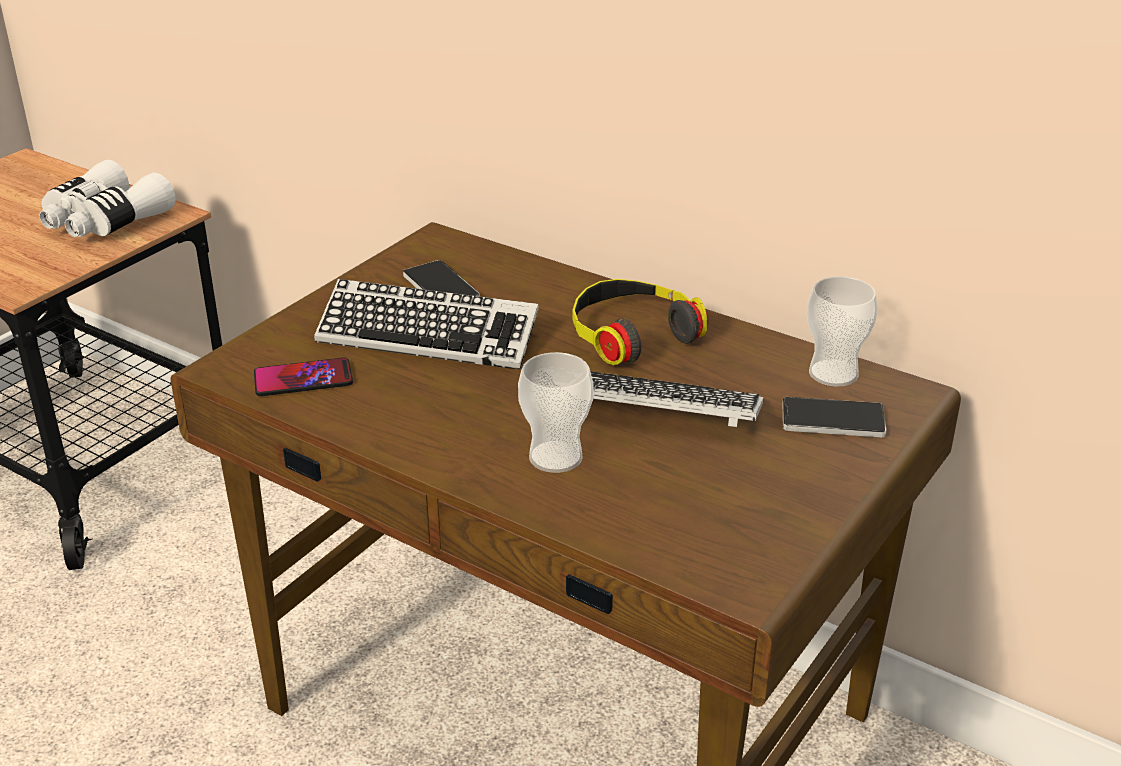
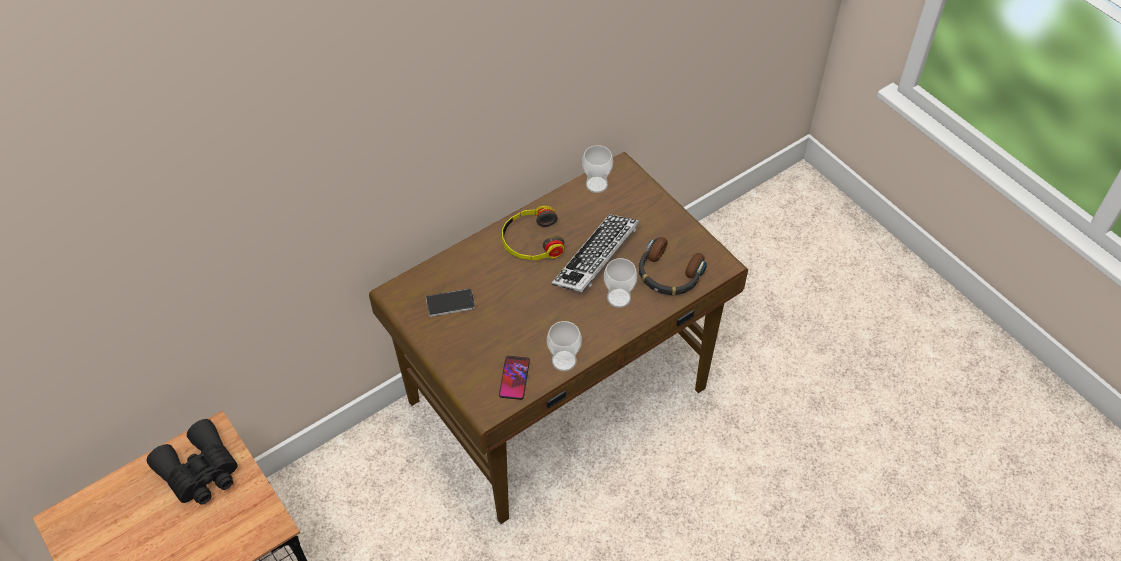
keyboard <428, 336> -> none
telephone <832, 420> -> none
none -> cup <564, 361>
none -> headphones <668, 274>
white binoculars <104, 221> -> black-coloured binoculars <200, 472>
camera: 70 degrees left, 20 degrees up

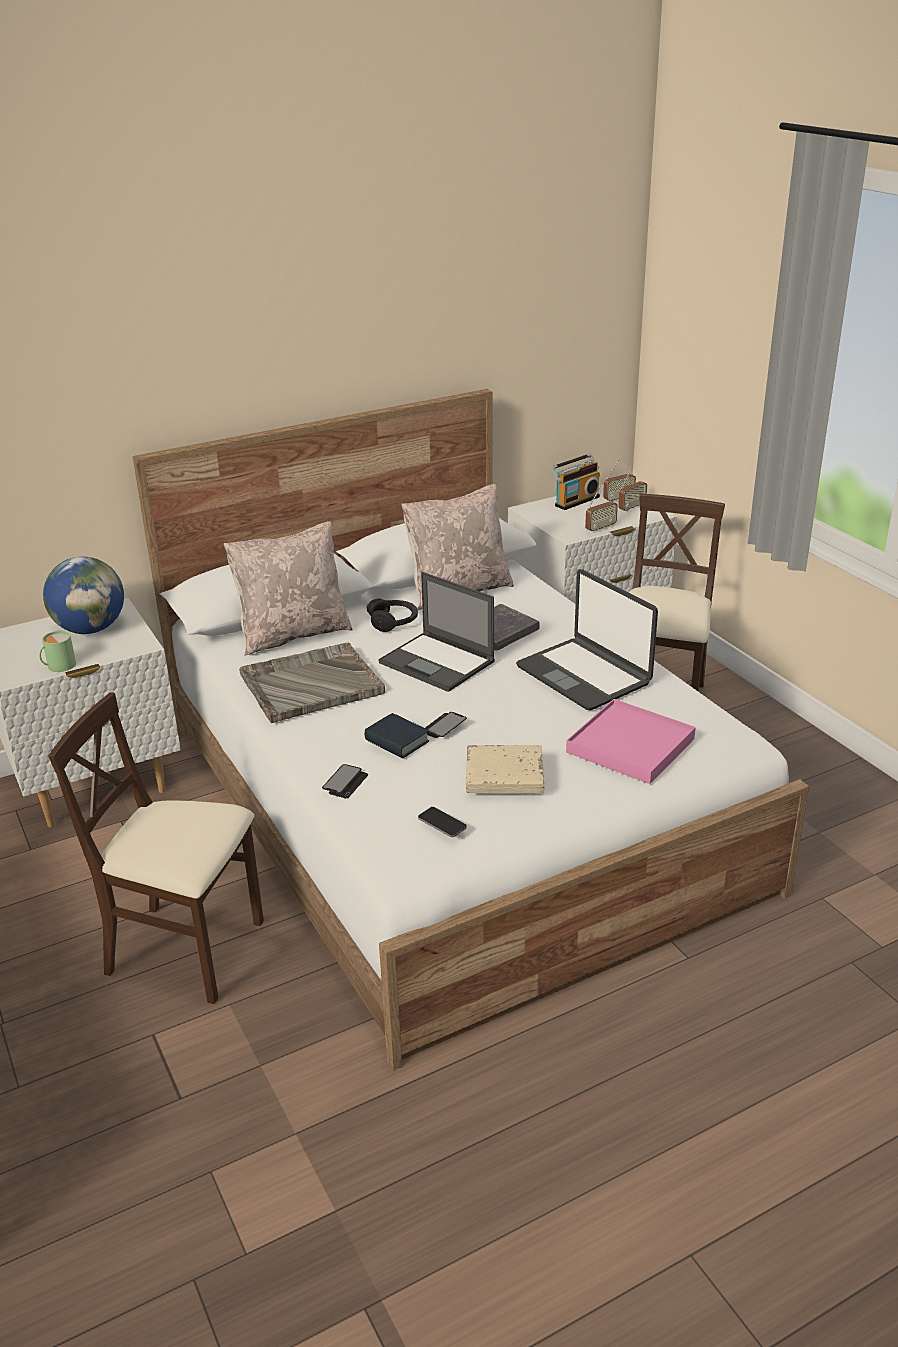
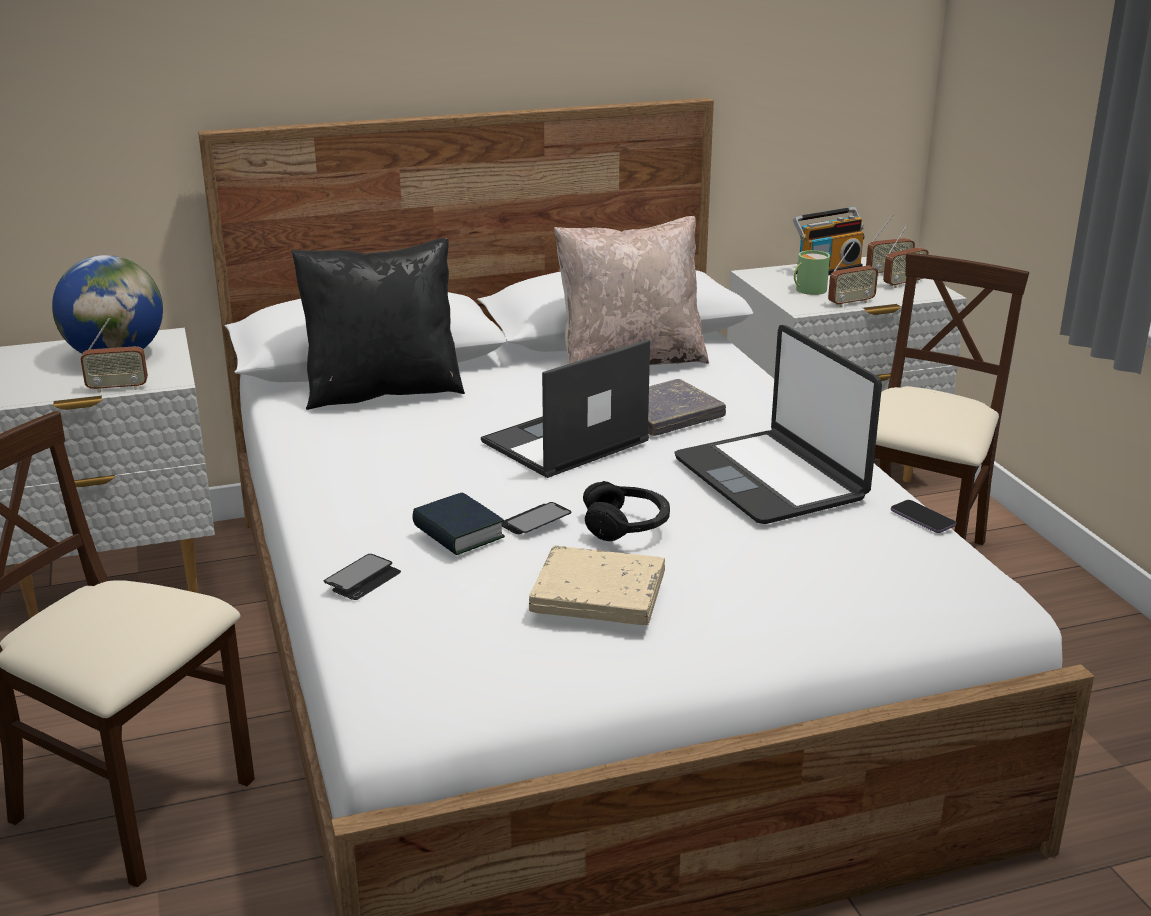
gray carrying tray <310, 685> -> none
pinkish carrying tray <631, 745> -> none
none -> radio receiver <117, 388>
green tea mug <58, 666> -> green tea mug <808, 290>, relocated
black-coloured headphones <393, 622> -> black-coloured headphones <626, 525>, relocated
telephone <442, 823> -> telephone <922, 518>, relocated
sand-coloured cushion <293, 634> -> black-coloured cushion <383, 391>
notebook computer <438, 662> -> notebook computer <564, 442>, 90 degrees clockwise
camera: 10 degrees right, 5 degrees down

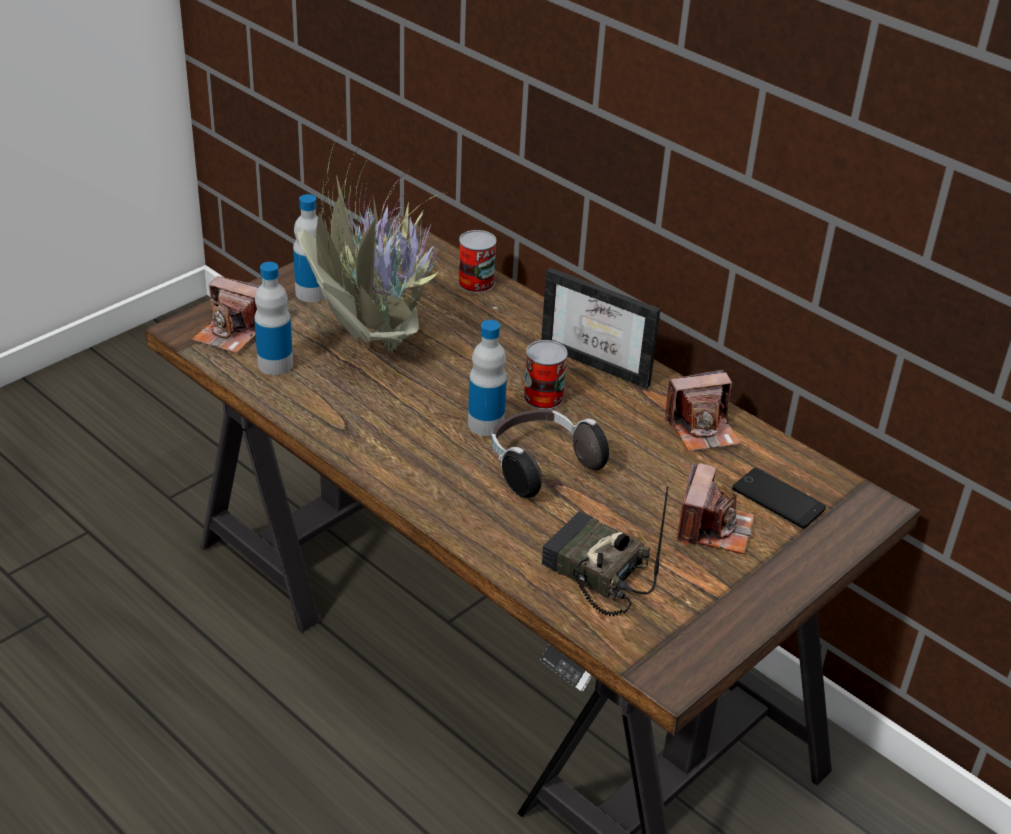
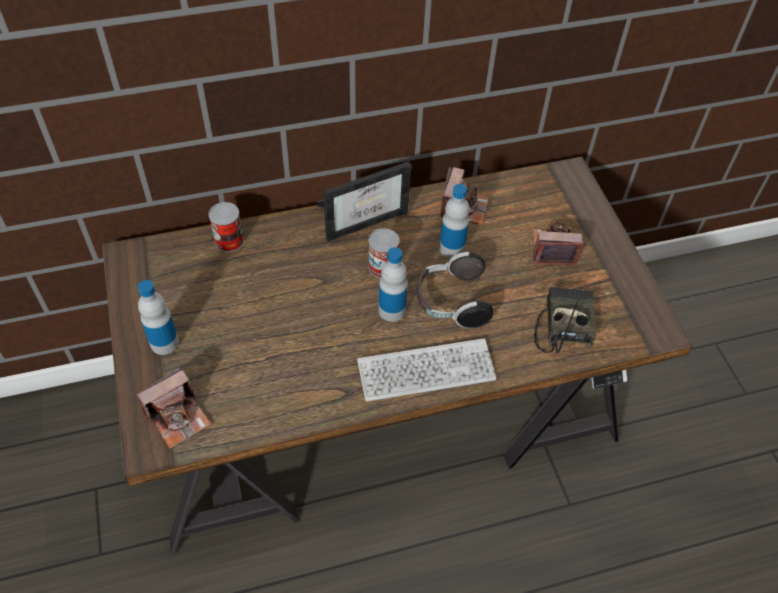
potted plant <376, 343> -> none
telephone <778, 499> -> none
none -> keyboard <426, 371>
bottle <275, 364> -> bottle <452, 248>, relocated
radio receiver <593, 573> -> radio receiver <563, 324>, 120 degrees clockwise
still camera <713, 528> -> still camera <552, 249>, 45 degrees counterclockwise
camera: 60 degrees left, 15 degrees up

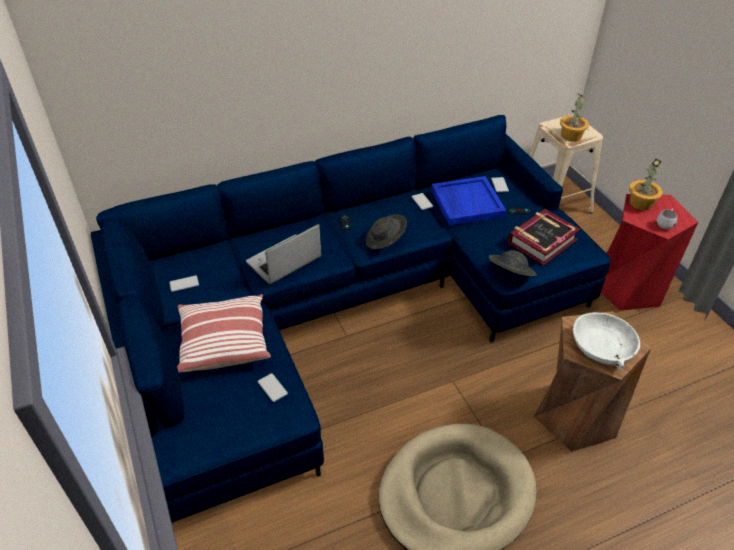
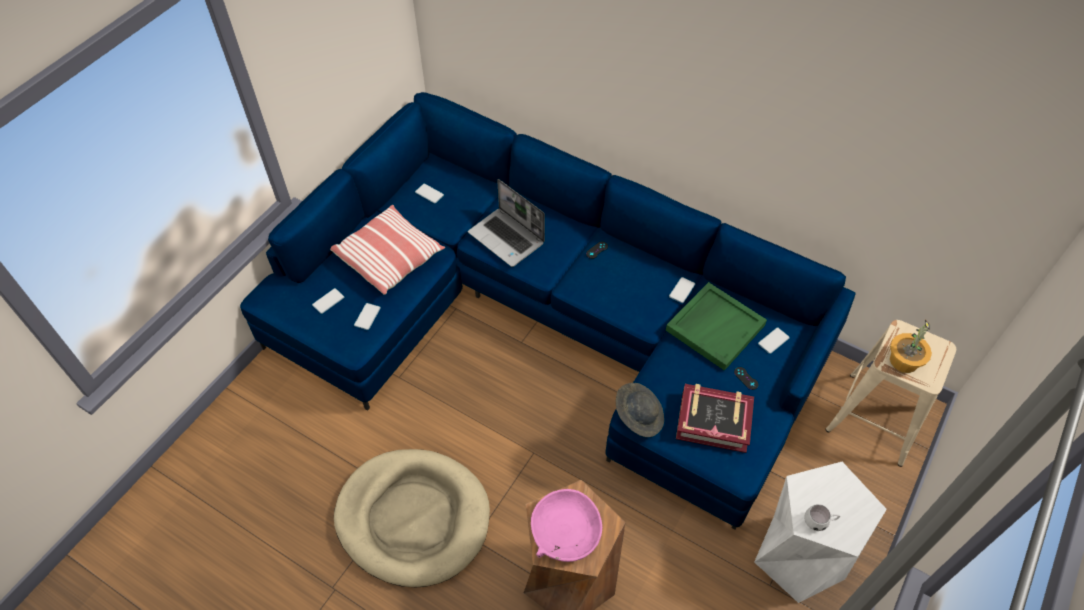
gray clothing hat <385, 240> -> none
potted plant <641, 203> -> none
none -> telephone <328, 301>
blue carrying tray <466, 203> -> green carrying tray <715, 327>
white deep dish <603, 346> -> pinkish deep dish <565, 531>
reddish stool <628, 288> -> white stool <799, 557>
notebook computer <283, 261> -> notebook computer <507, 238>, 150 degrees counterclockwise
camera: 55 degrees right, 10 degrees up

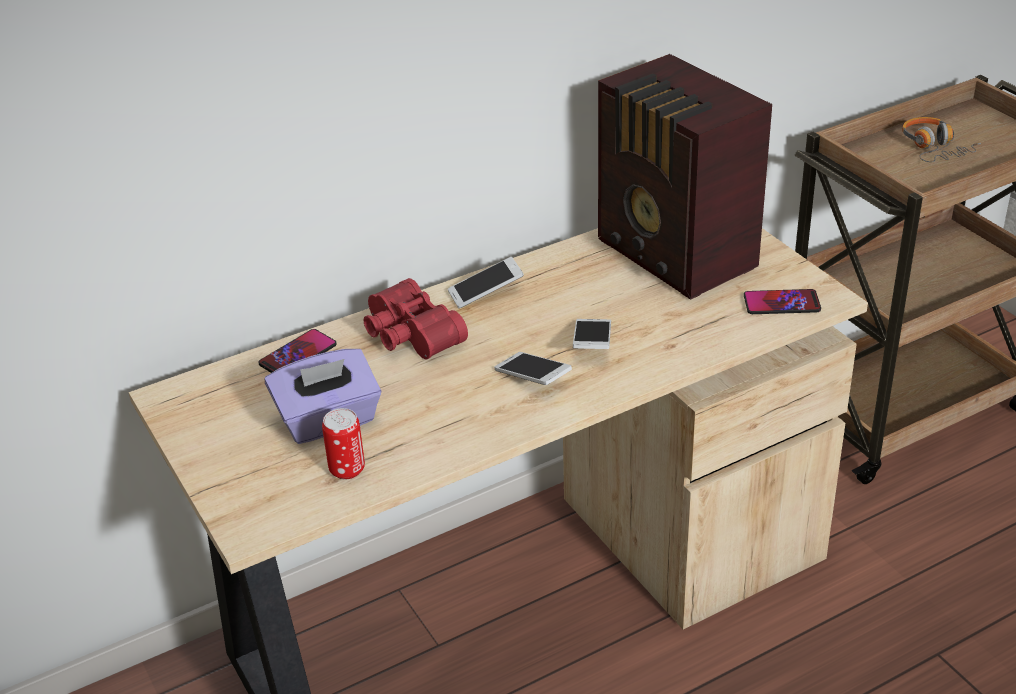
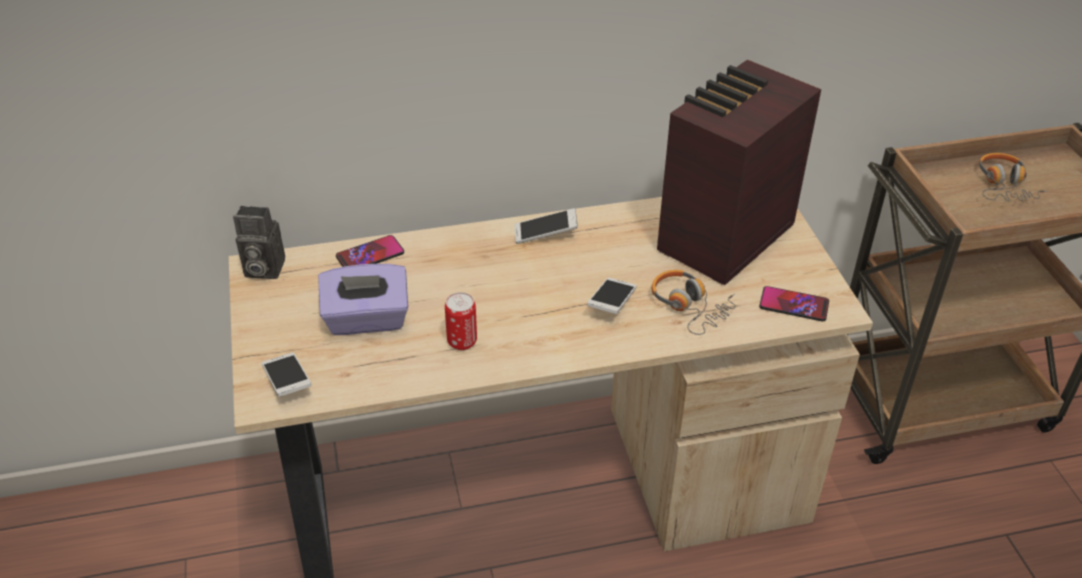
reddish binoculars <408, 335> -> none
none -> still camera <261, 269>
none -> headphones <689, 307>
metal can <347, 469> -> metal can <462, 342>, relocated
telephone <532, 378> -> telephone <287, 382>, relocated
radio receiver <676, 257> -> radio receiver <721, 238>, 60 degrees clockwise
camera: 15 degrees right, 5 degrees up

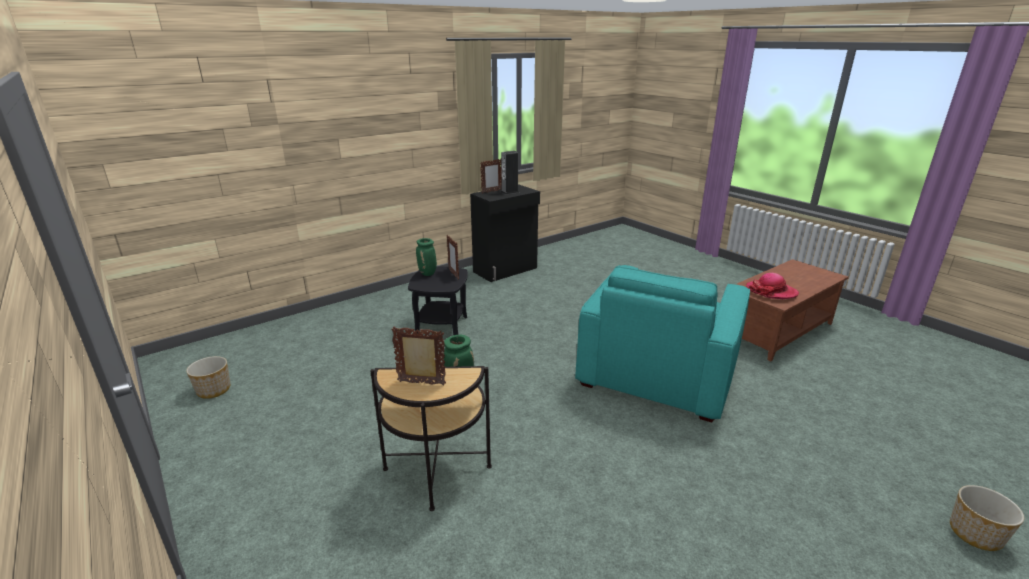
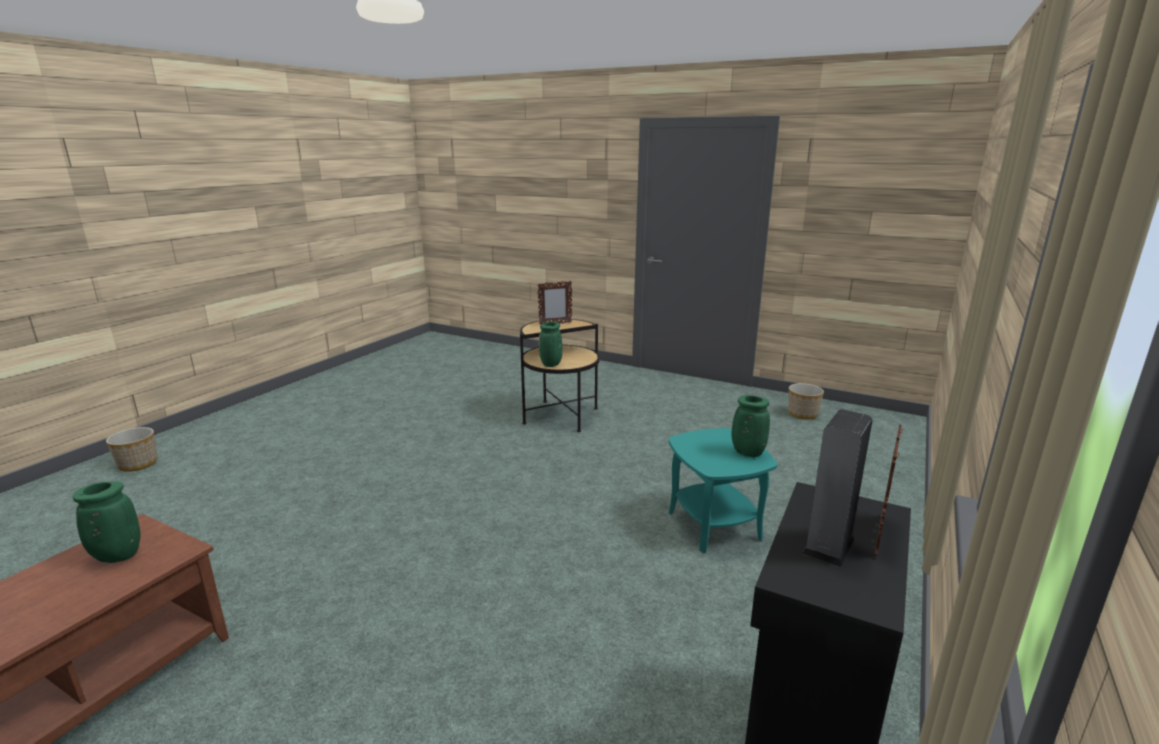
standing frame <453, 274> -> none
turquoise lounge chair <658, 371> -> none
clothing hat <771, 291> -> green flower vase <116, 557>
black-coloured side table <441, 326> -> turquoise side table <714, 526>
camera: 155 degrees right, 5 degrees down

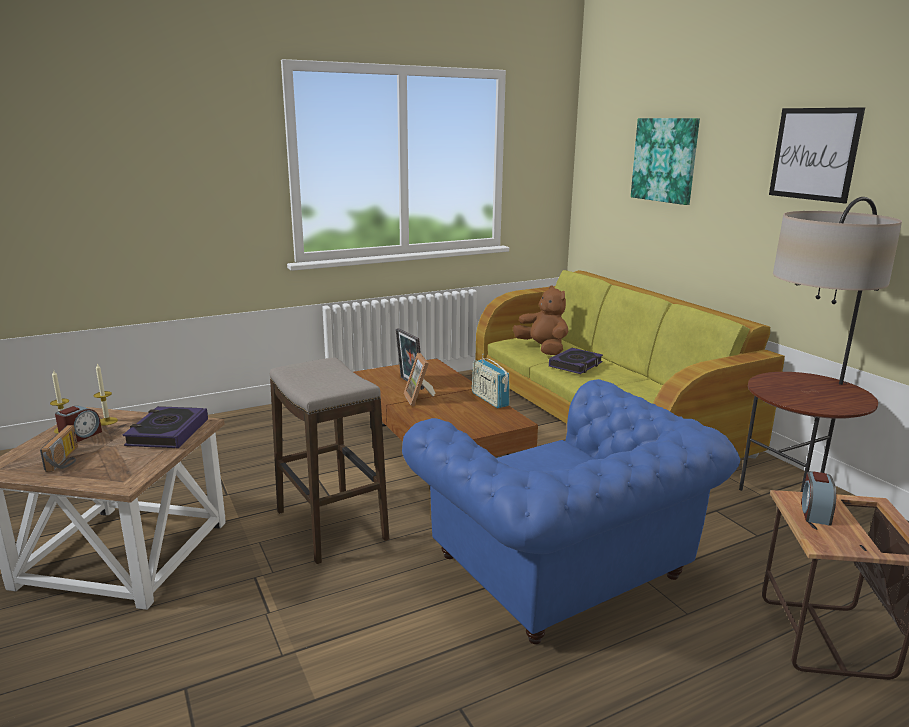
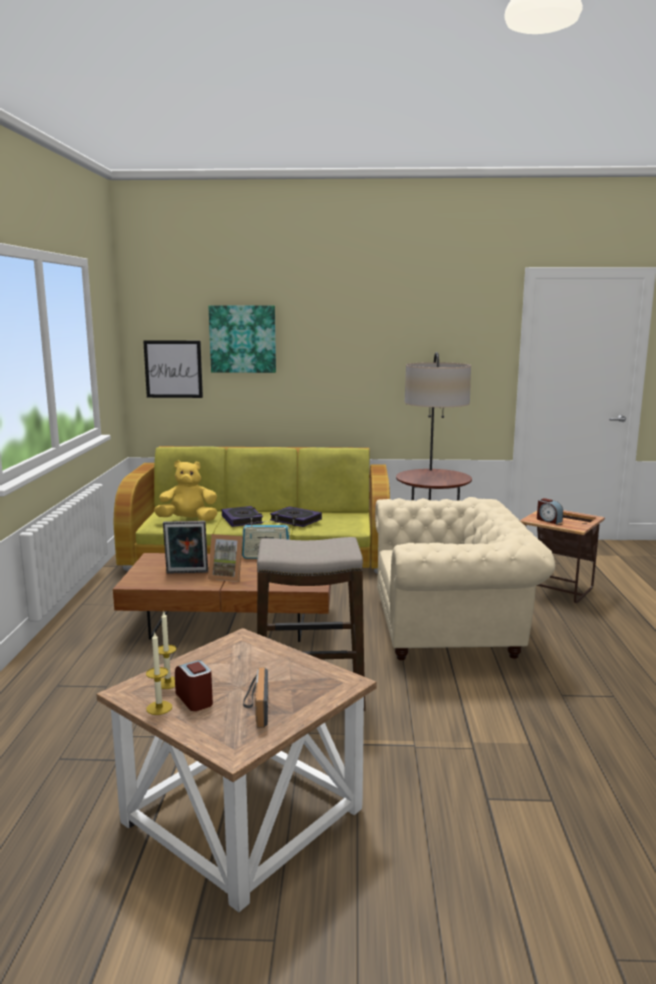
bound book <167, 432> -> bound book <295, 520>, relocated
wall art <814, 154> -> wall art <173, 369>, relocated
blue lounge chair <564, 571> -> sand-coloured lounge chair <452, 628>
brownish plush toy <543, 349> -> yellowish plush toy <188, 520>
radio receiver <67, 459> -> radio receiver <255, 708>, 120 degrees counterclockwise
camera: 60 degrees left, 5 degrees down

